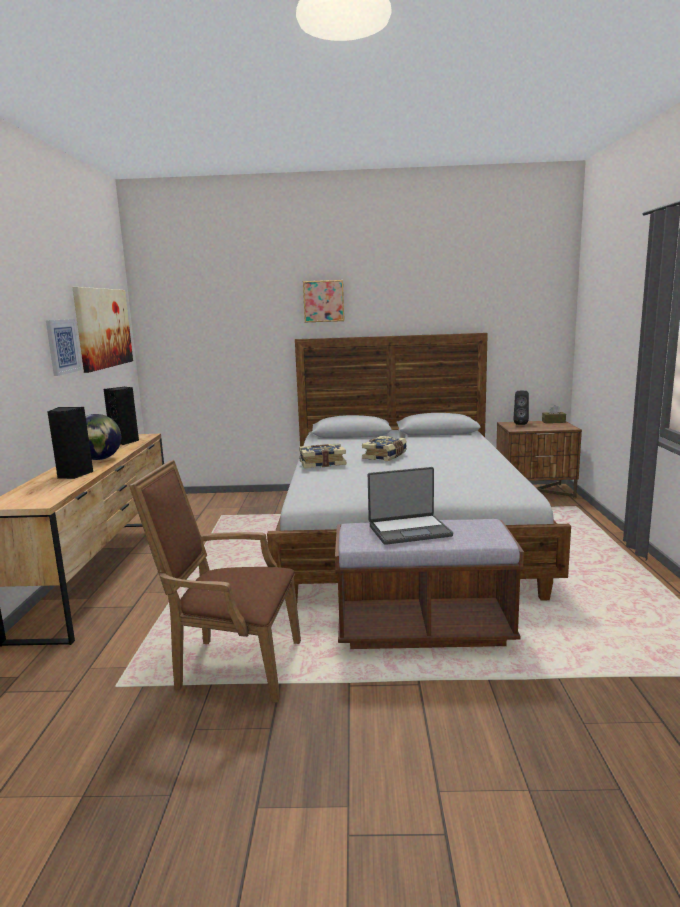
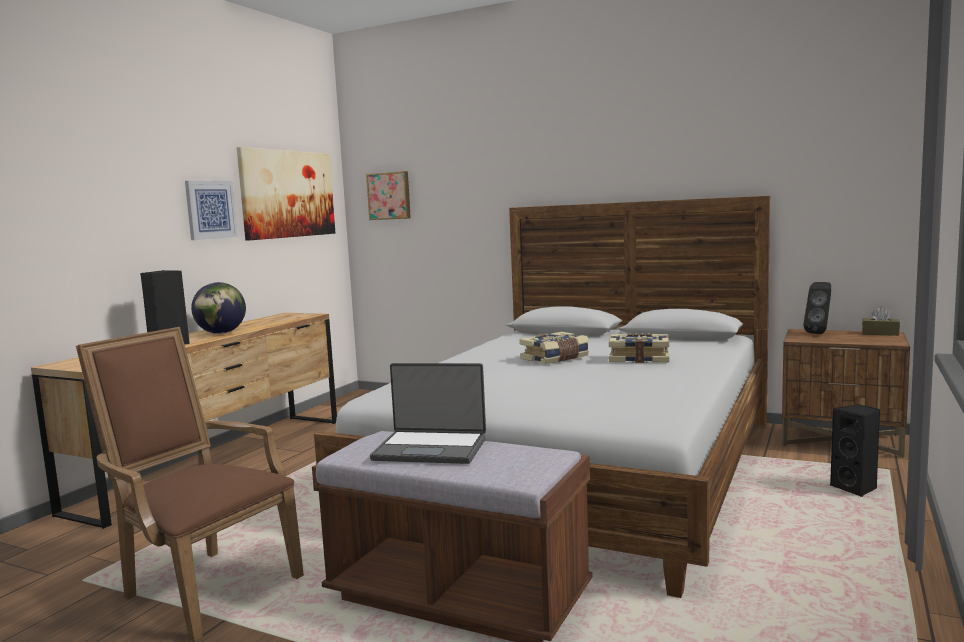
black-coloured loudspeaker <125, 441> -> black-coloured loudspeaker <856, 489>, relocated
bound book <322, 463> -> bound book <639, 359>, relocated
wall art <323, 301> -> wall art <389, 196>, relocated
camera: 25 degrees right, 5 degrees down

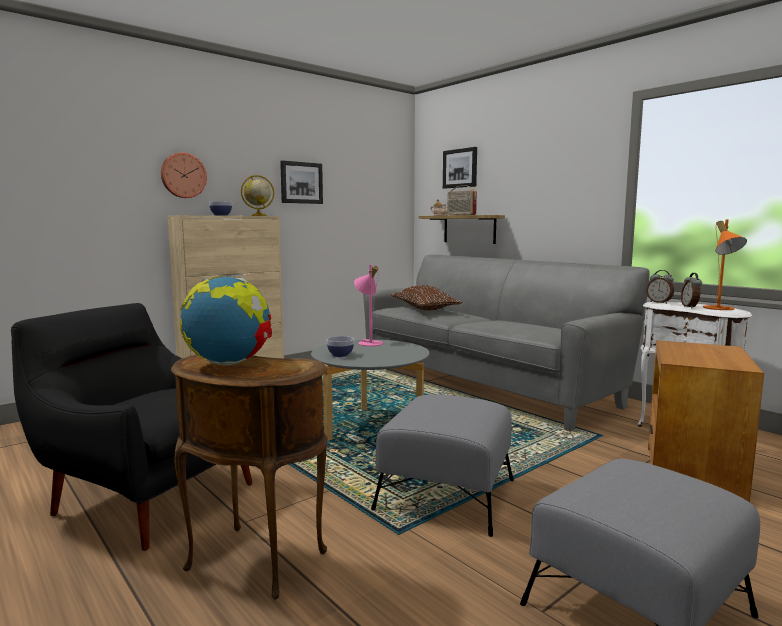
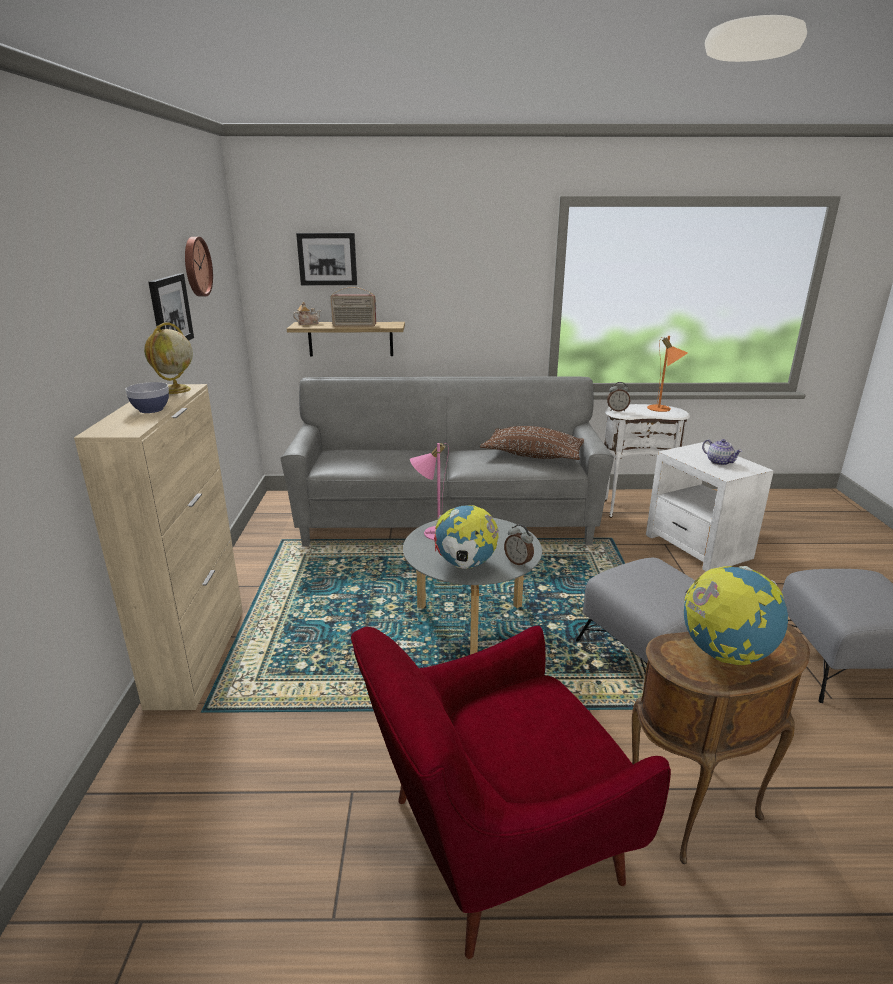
none -> teapot <719, 462>
clock on the wall <183, 175> -> clock on the wall <196, 267>, relocated
brownish cushion <424, 309> -> brownish cushion <534, 455>, relocated
bedside clock <690, 307> -> bedside clock <518, 562>, relocated
deep dish <340, 355> -> world globe <465, 565>
black-coloured lounge chair <150, 496> -> reddish lounge chair <492, 844>
brownish side table <691, 473> -> white side table <698, 547>
camera: 50 degrees left, 15 degrees up

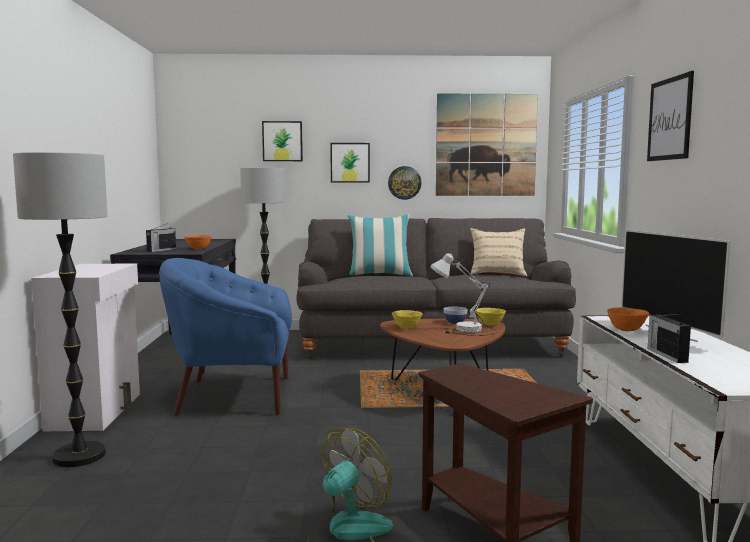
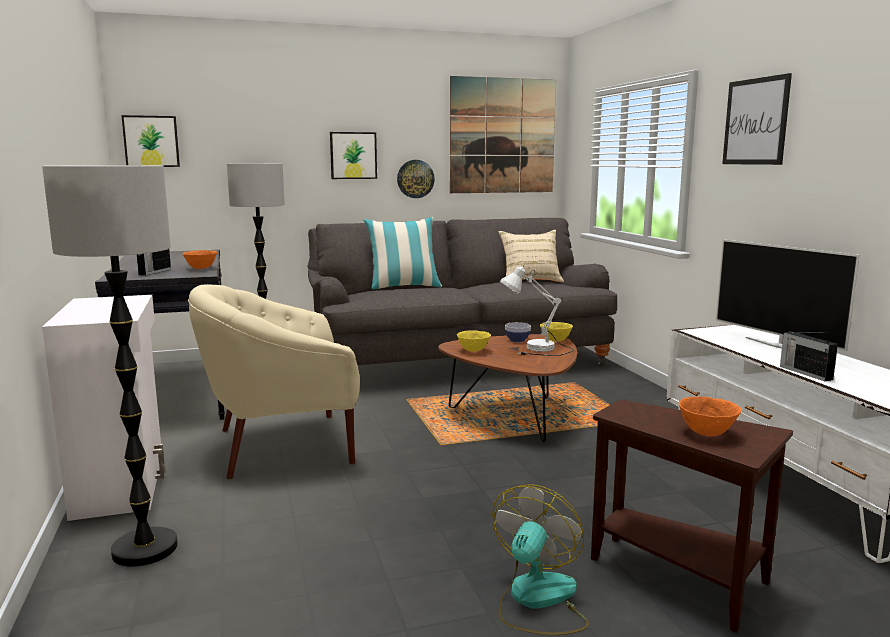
wall art <282, 141> -> wall art <151, 141>, relocated
orange-coloured deep dish <626, 330> -> orange-coloured deep dish <707, 433>, relocated
blue lounge chair <234, 395> -> sand-coloured lounge chair <283, 445>
camera: 15 degrees left, 5 degrees up

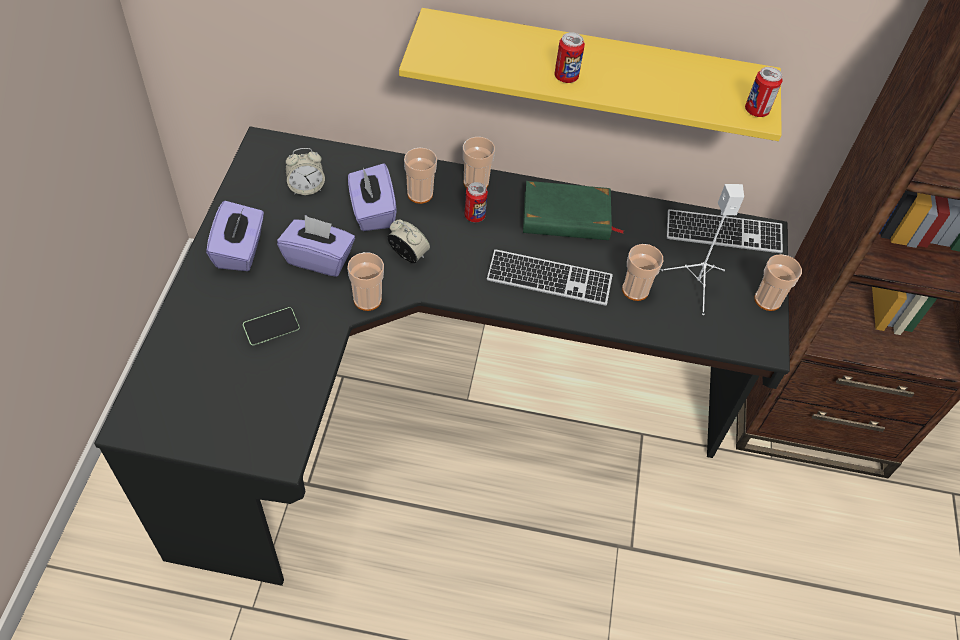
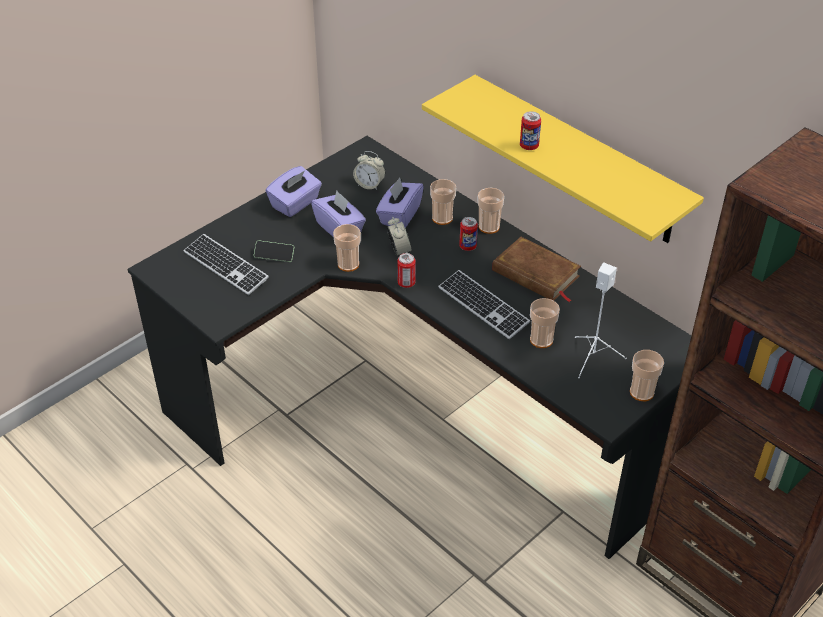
keyboard <723, 234> -> keyboard <225, 266>, relocated
metal can <756, 111> -> metal can <406, 283>, relocated
green bound book <566, 217> -> brownish bound book <535, 274>
camera: 40 degrees right, 10 degrees down

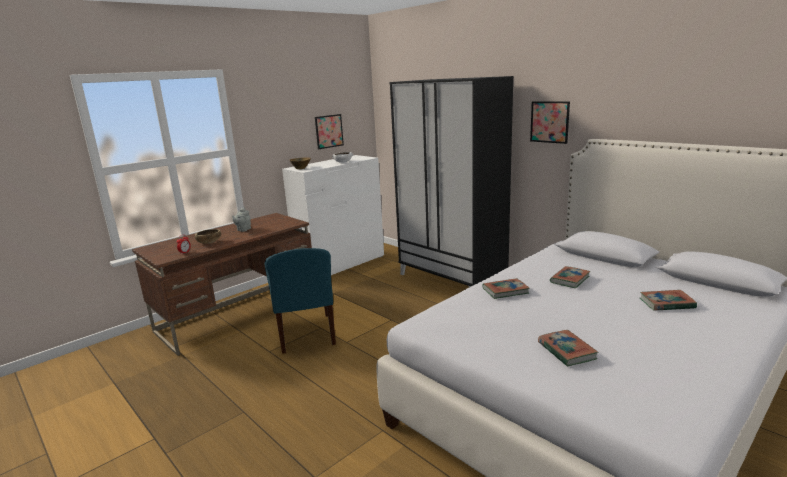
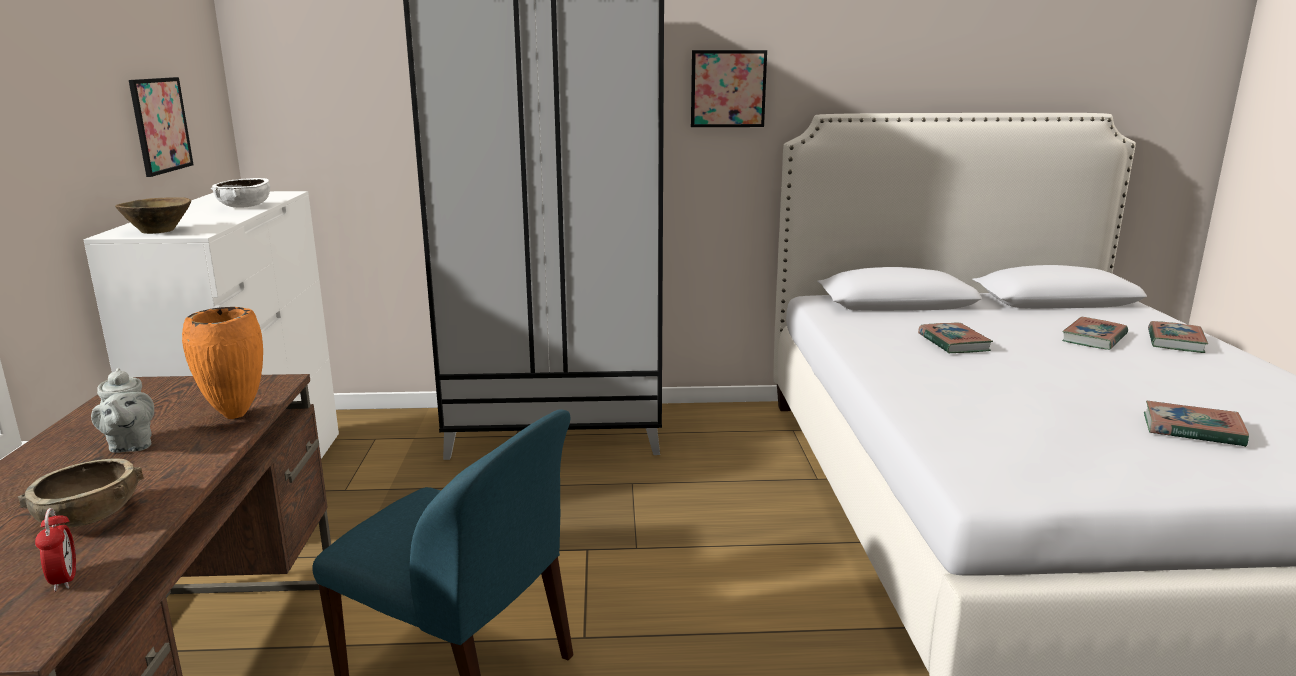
none -> orange-coloured flower vase <235, 416>
bound book <505, 291> -> bound book <1175, 341>, relocated
camera: 50 degrees left, 0 degrees up

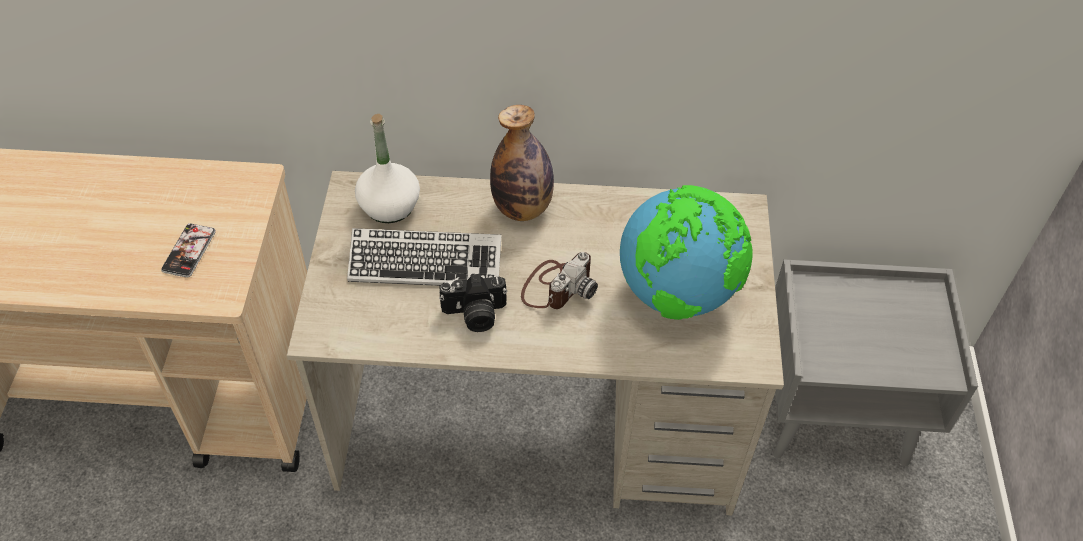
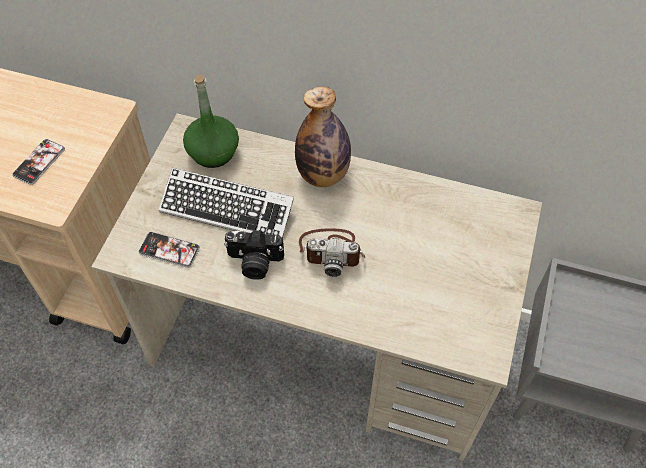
world globe <678, 293> -> none
none -> telephone <169, 250>
white bottle <389, 206> -> green bottle <213, 152>
still camera <557, 286> -> still camera <332, 251>, 45 degrees clockwise
camera: 15 degrees right, 5 degrees up

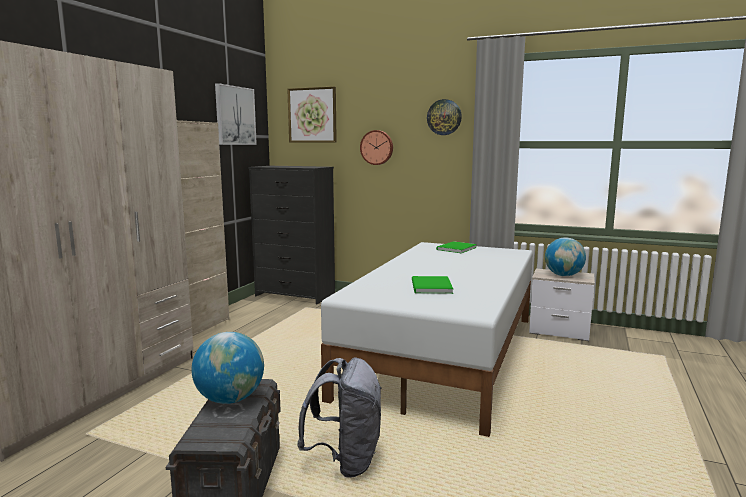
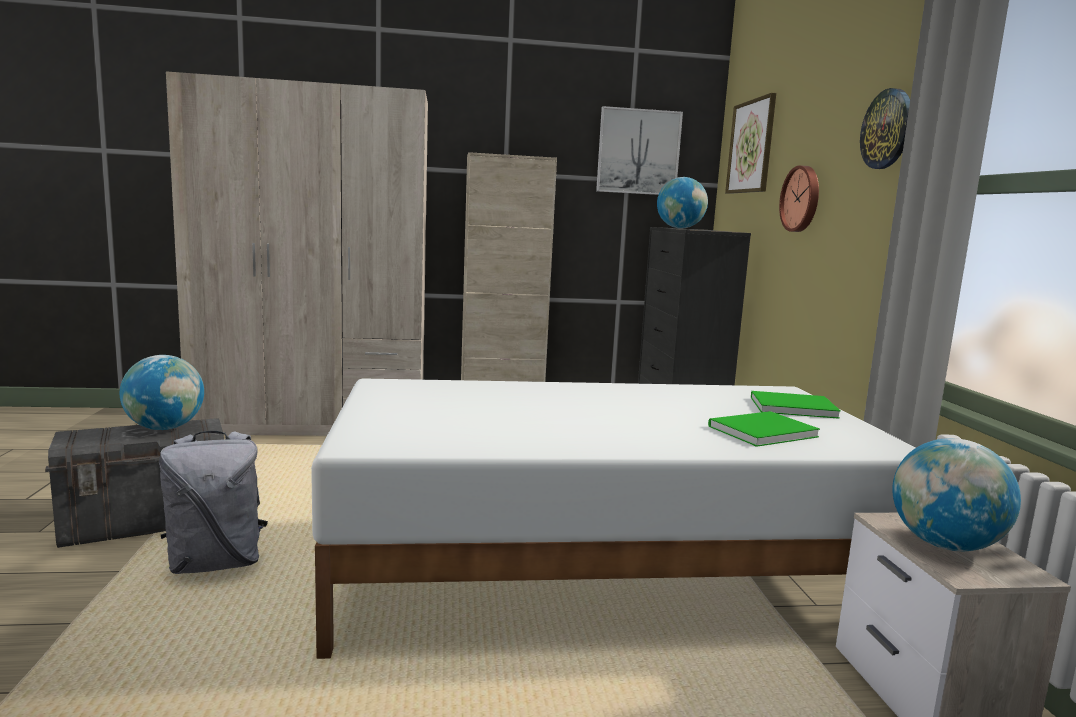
none -> world globe <680, 228>
green bound book <430, 287> -> green bound book <758, 431>, relocated
camera: 60 degrees right, 0 degrees up

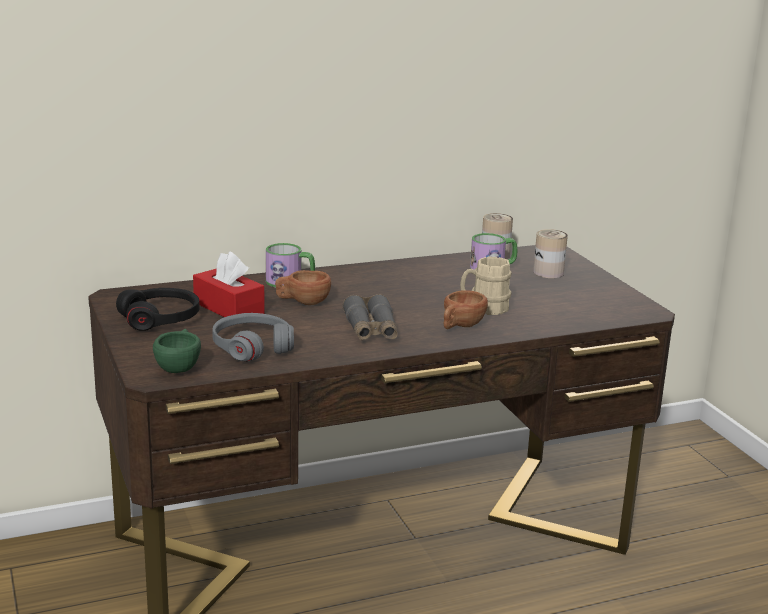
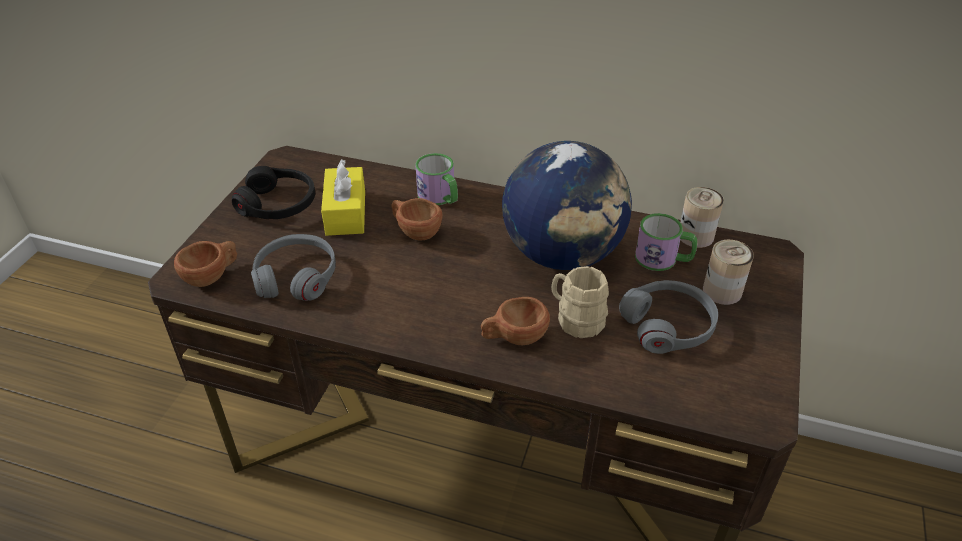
gray binoculars <371, 329> -> none
none -> world globe <562, 254>
none -> gray headphones <668, 325>
green cup <179, 366> -> brownish cup <212, 275>
reddish tissue holder <228, 308> -> yellowish tissue holder <345, 212>
camera: 40 degrees right, 20 degrees up

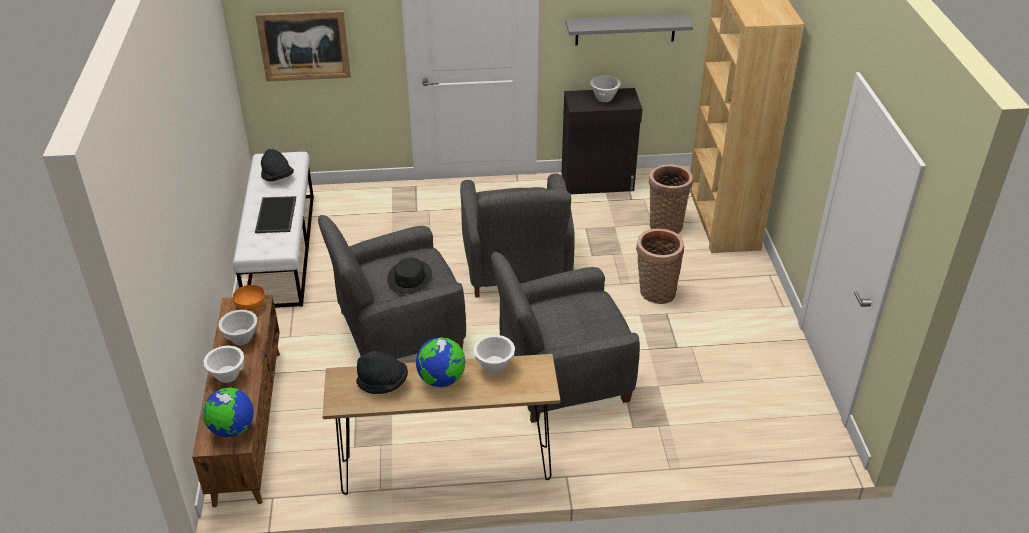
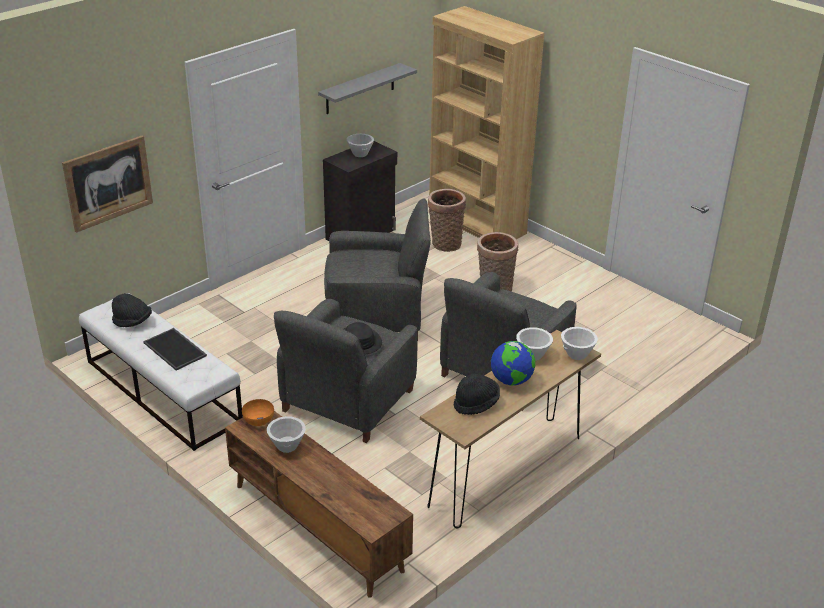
world globe <232, 429> -> none
white deep dish <227, 375> -> white deep dish <576, 354>, relocated
gray lounge chair <516, 266> -> gray lounge chair <376, 316>, 45 degrees counterclockwise
camera: 40 degrees left, 5 degrees down

